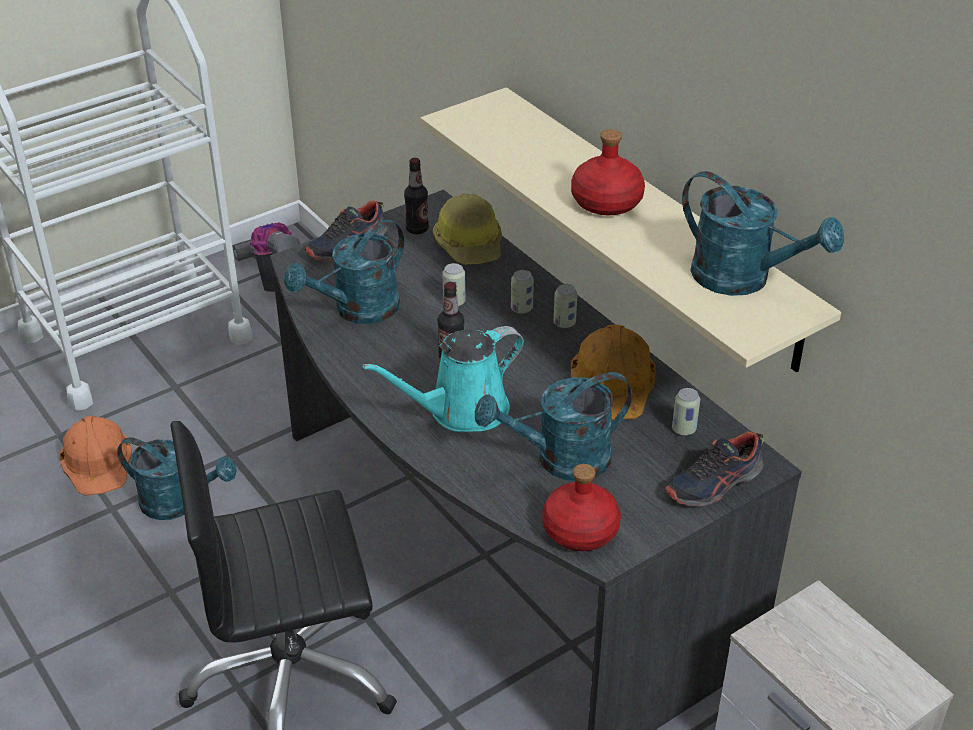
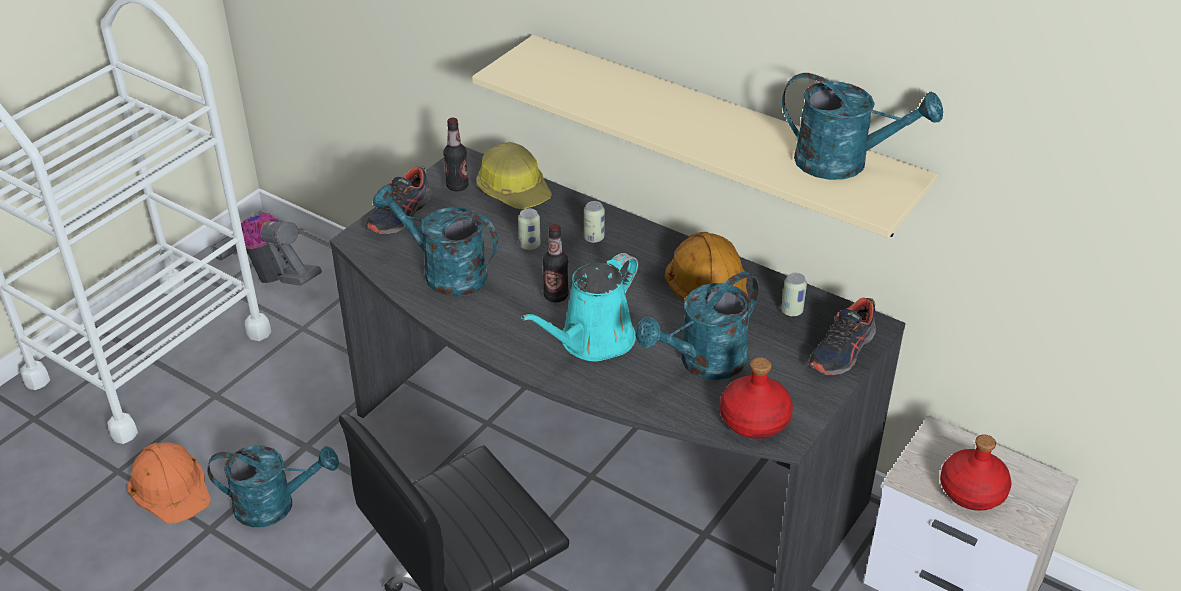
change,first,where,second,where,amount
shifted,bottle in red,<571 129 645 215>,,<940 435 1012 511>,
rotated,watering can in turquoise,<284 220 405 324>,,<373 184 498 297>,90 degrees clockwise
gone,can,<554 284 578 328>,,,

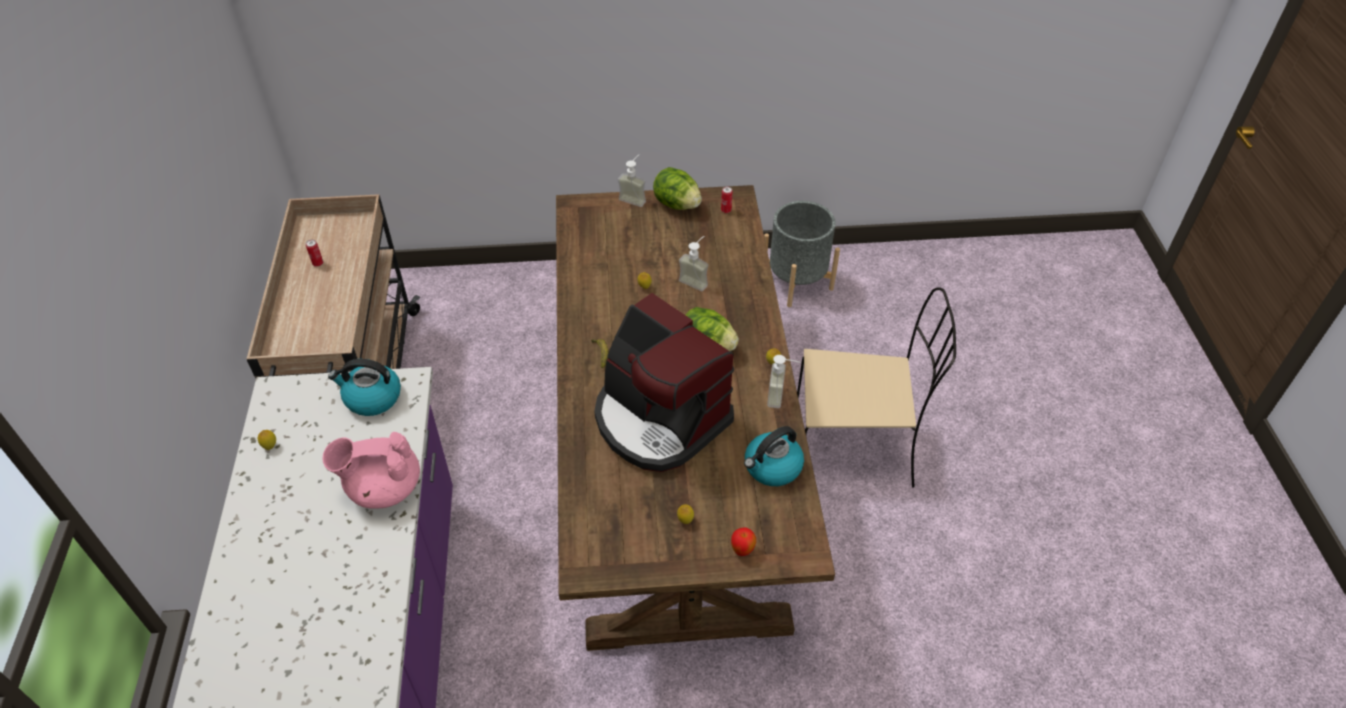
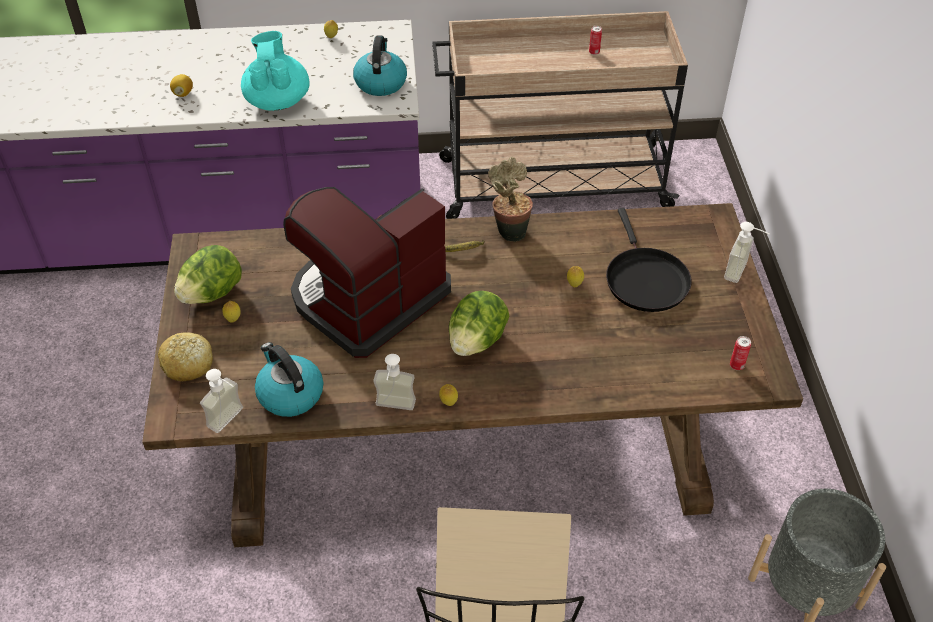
change,first,where,second,where,amount
shifted,lettuce,<653 167 702 210>,,<174 245 242 304>,
shifted,soap dispenser,<679 236 709 291>,,<200 369 243 433>,
repainted,teapot in pink,<323 432 420 509>,teapot in turquoise,<241 31 310 111>,
swapped,apple,<731 527 756 556>,bread,<158 333 213 381>,
new,,,lemon,<170 74 193 97>,
new,,,potted plant,<488 157 533 242>,
new,,,frying pan in black,<606 208 692 312>,

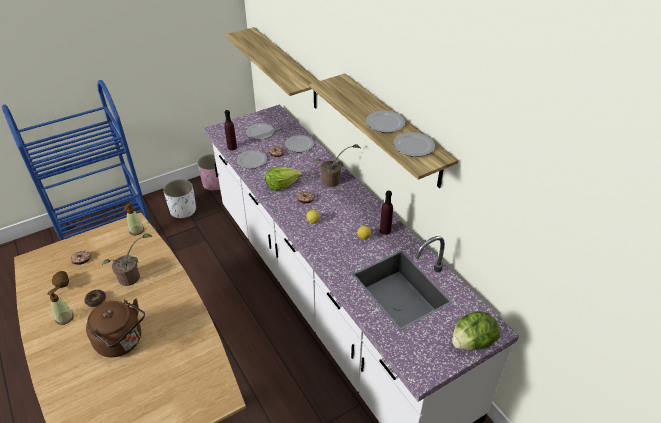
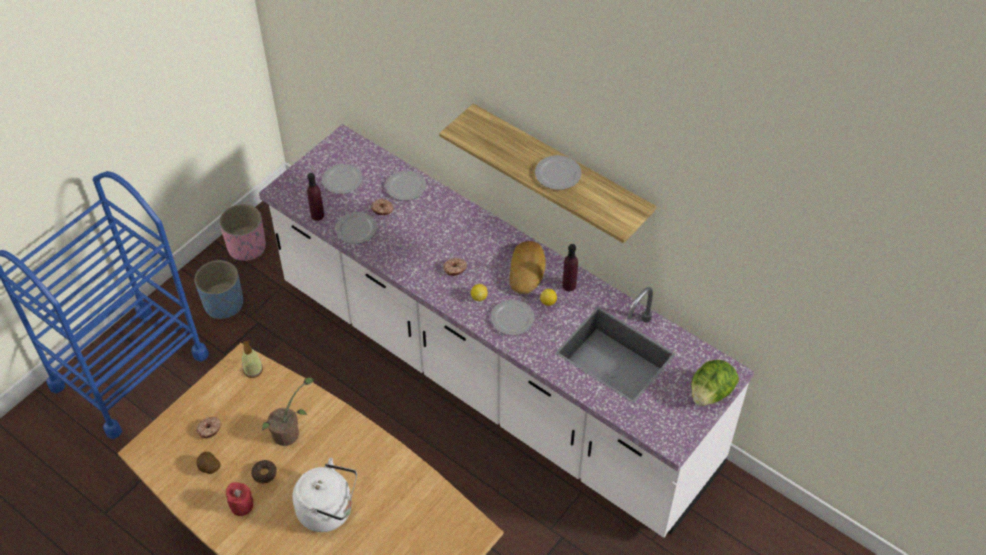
change,first,where,second,where,amount
gone,shelf,<225 27 319 109>,,,
shifted,plate,<394 132 435 157>,,<491 300 535 335>,
gone,potted plant,<314 144 360 187>,,,
gone,lettuce,<265 167 302 191>,,,
repainted,planter in white,<163 179 196 218>,planter in blue,<195 260 243 319>,
swapped,soap dispenser,<47 286 74 325>,candle in red,<226 482 253 516>,
repainted,kettle in brown,<86 299 145 357>,kettle in white,<292 458 357 532>,
new,,,bread,<509 241 546 294>,

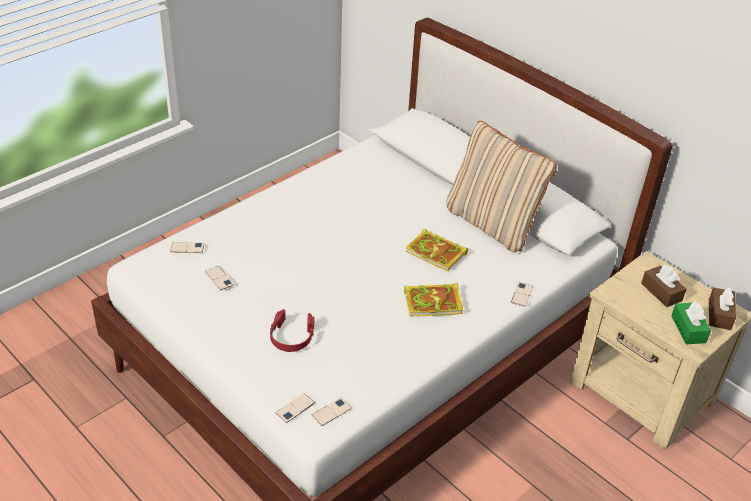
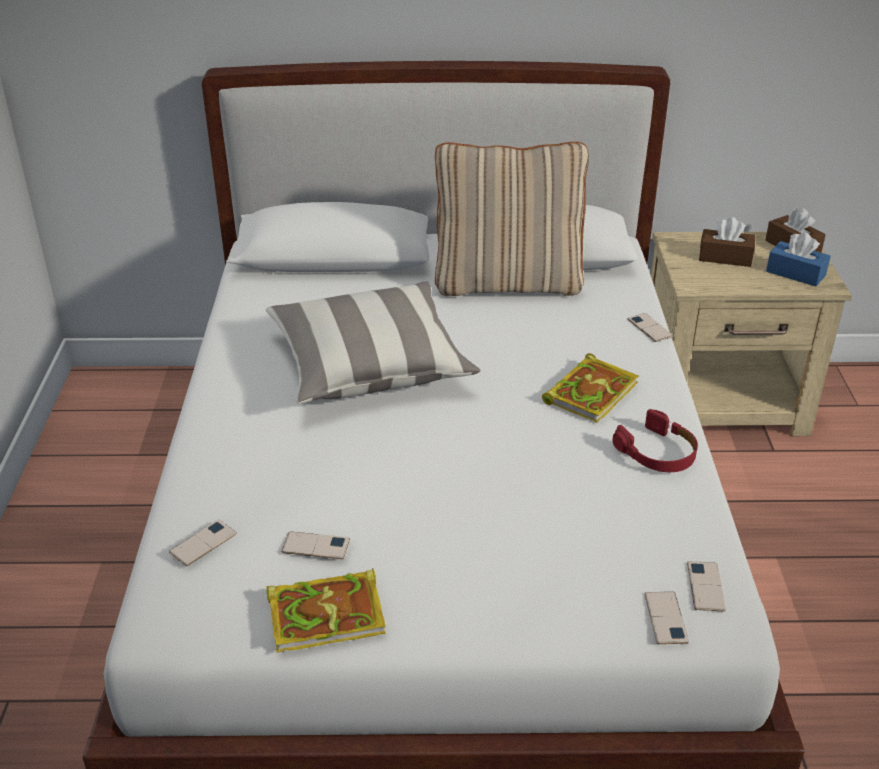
change,first,where,second,where,amount
shifted,book,<405 229 468 271>,,<267 568 386 652>,
repainted,tissue box in green,<671 301 711 344>,tissue box in blue,<766 233 831 286>,
shifted,headphones in red,<270 309 314 352>,,<613 409 698 472>,
new,,,pillow,<266 281 480 404>,

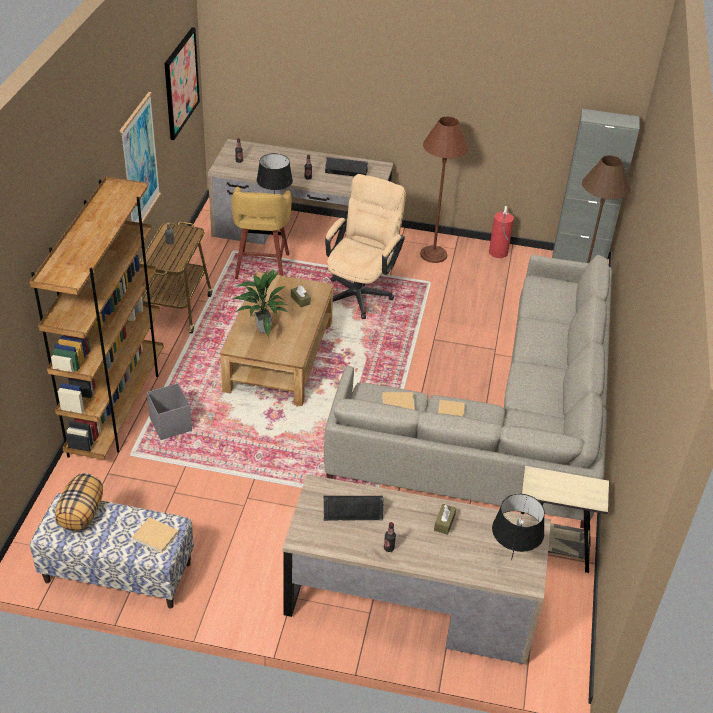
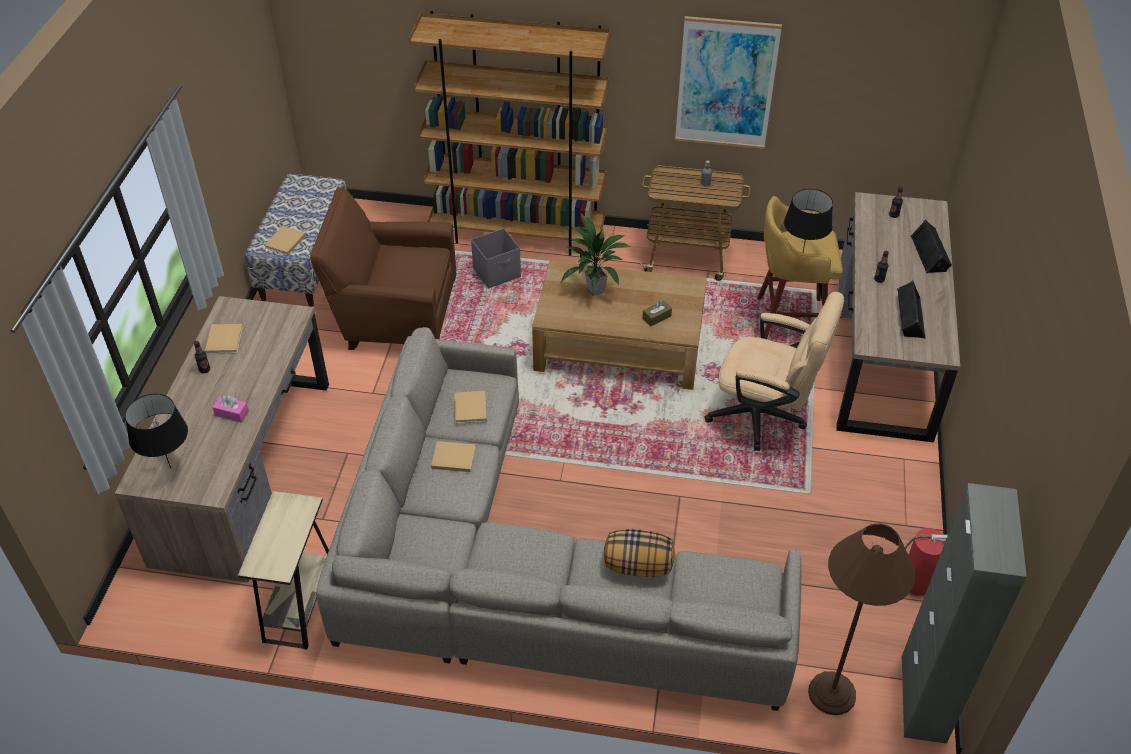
change,first,where,second,where,amount
gone,picture,<164 27 200 140>,,,
gone,floor lamp in brown,<420 117 469 263>,,,
shifted,pillow,<55 473 103 531>,,<604 529 675 577>,
shifted,speaker in black,<324 495 384 521>,,<911 219 952 273>,
repainted,tissue box in brown,<434 504 456 535>,tissue box in pink,<212 395 249 422>,
new,,,armchair in brown,<310 187 457 350>,
new,,,book in beige,<205 324 243 354>,

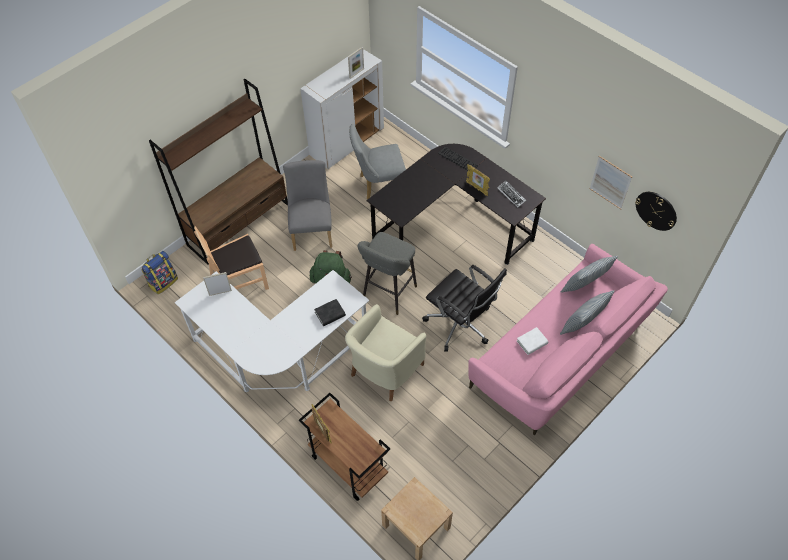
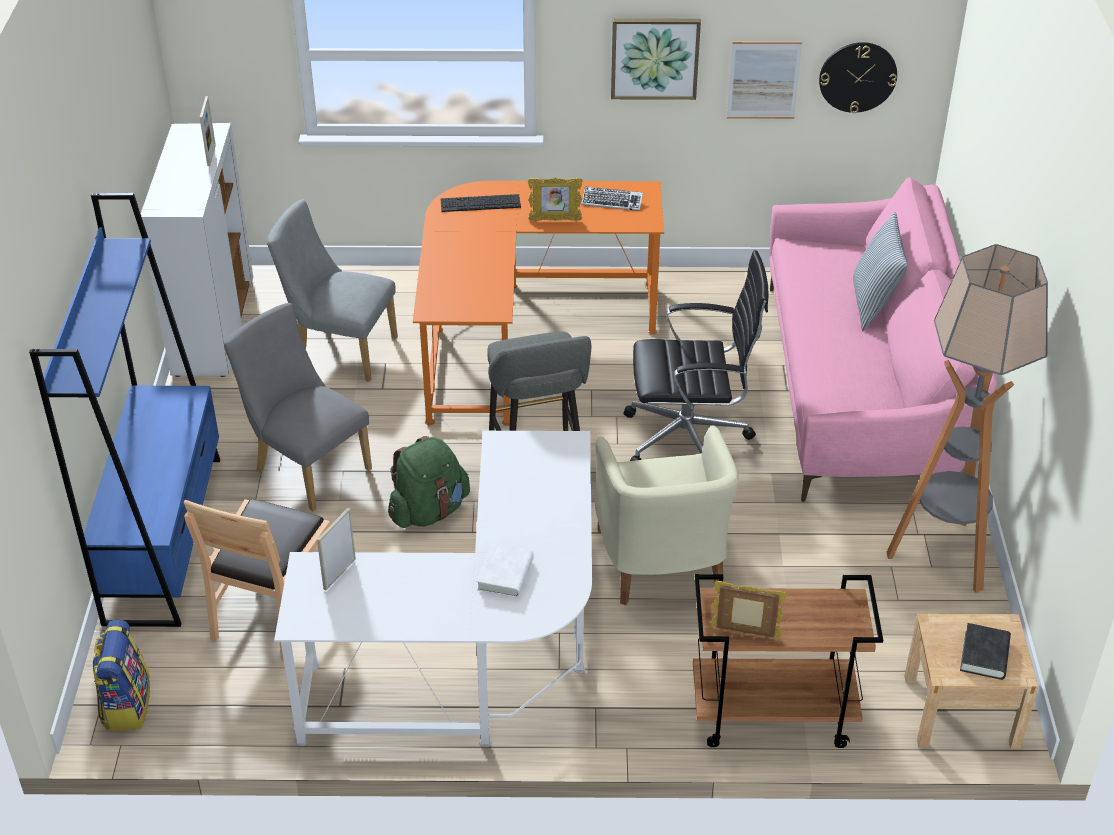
change,first,where,second,where,amount
repainted,bookcase in brown,<149 79 288 265>,bookcase in blue,<29 193 220 627>,
rotated,chair in grey,<349 124 406 200>,,<267 199 398 382>,75 degrees clockwise
repainted,desk in black,<366 144 546 265>,desk in orange,<413 181 664 426>,
gone,pillow,<561 256 618 293>,,,
shifted,book in black,<314 299 346 326>,,<960 623 1011 680>,
shifted,book in white,<517 327 548 355>,,<477 543 534 598>,
new,,,picture,<611 18 701 100>,
new,,,floor lamp,<887 244 1048 593>,

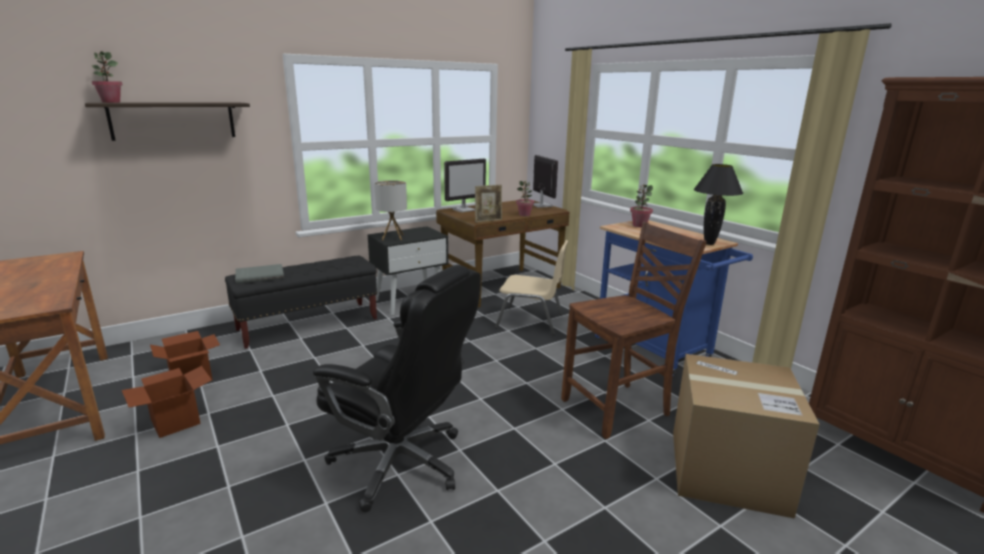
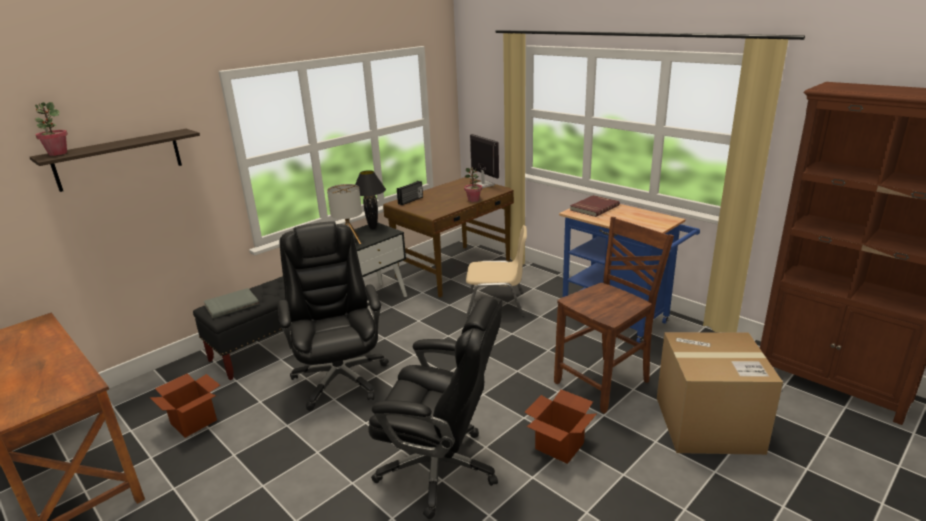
change,first,where,second,where,amount
swapped,monitor,<444 159 486 212>,radio,<397 181 423 205>,
shifted,table lamp in black,<694 164 743 245>,,<355 170 386 229>,
swapped,potted plant,<630 184 653 227>,book in red,<570 195 620 217>,
gone,picture frame,<475 185 502 223>,,,
shifted,cardboard box,<122 366 212 438>,,<524 389 596 464>,
new,,,office chair in black,<278 221 389 411>,

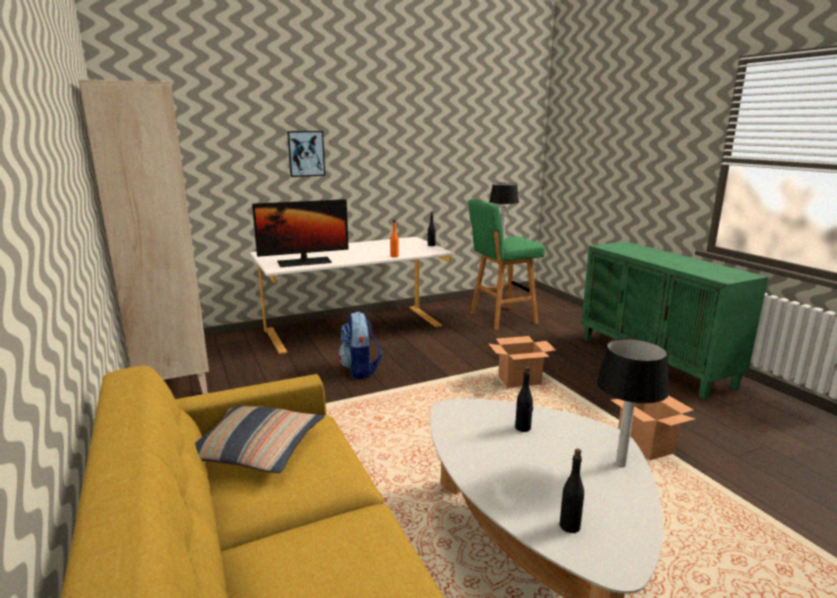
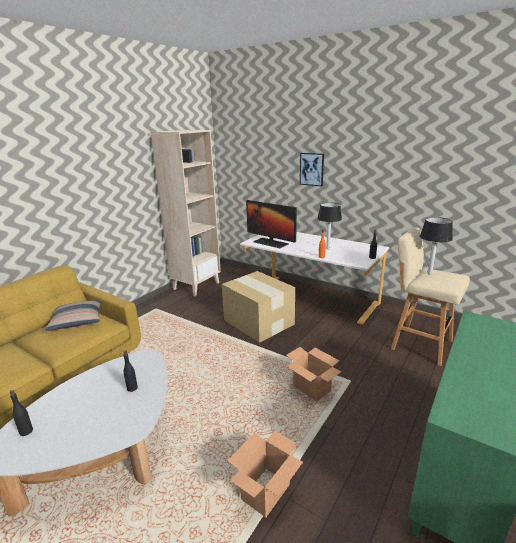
change,first,where,second,where,amount
repainted,stool in green,<468 199 545 330>,stool in beige,<391 227 470 366>,
swapped,backpack,<338 312 382 379>,cardboard box,<222 271 295 343>,
shifted,table lamp,<596 338 669 467>,,<317 202 342 250>,

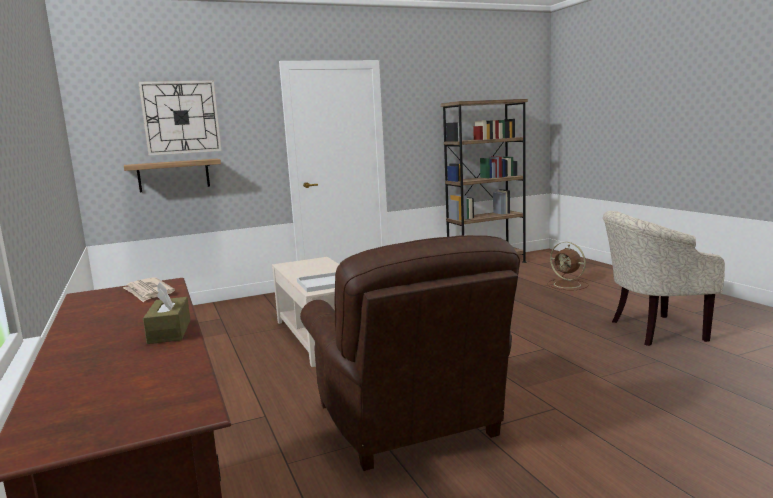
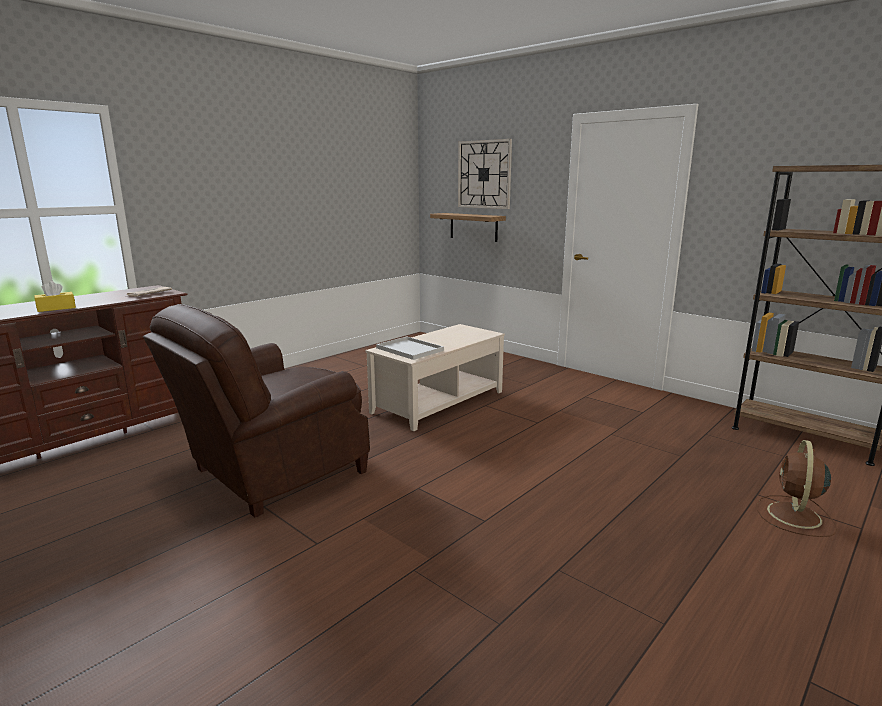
change,first,where,second,where,amount
gone,armchair in beige,<603 211 725 346>,,,
repainted,tissue box in brown,<143 282 190 344>,tissue box in yellow,<34 281 76 312>,

